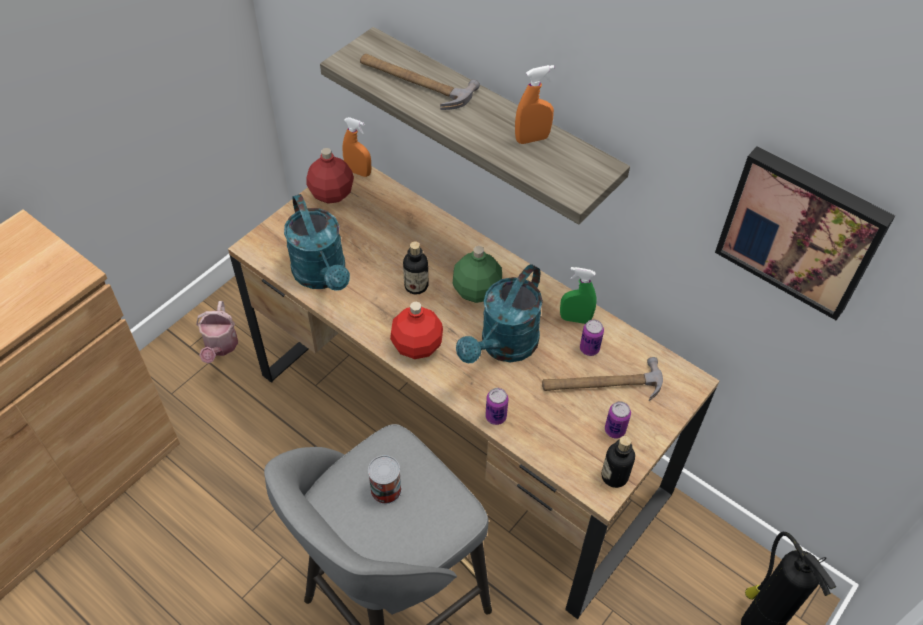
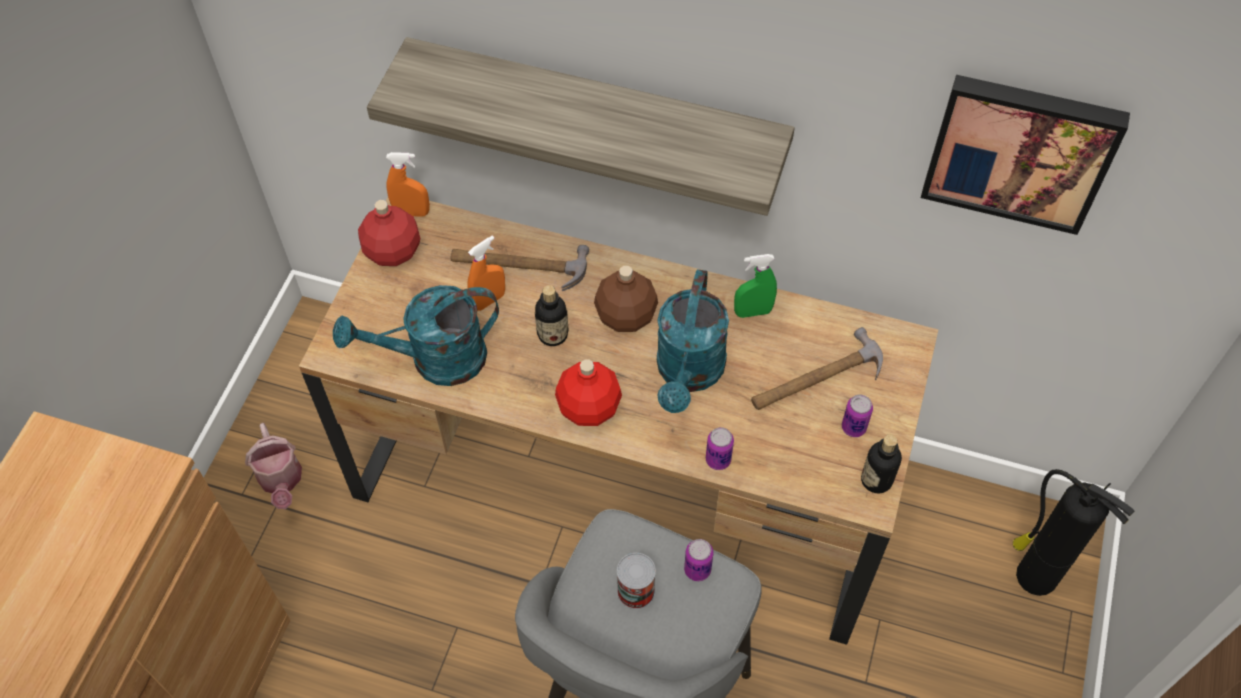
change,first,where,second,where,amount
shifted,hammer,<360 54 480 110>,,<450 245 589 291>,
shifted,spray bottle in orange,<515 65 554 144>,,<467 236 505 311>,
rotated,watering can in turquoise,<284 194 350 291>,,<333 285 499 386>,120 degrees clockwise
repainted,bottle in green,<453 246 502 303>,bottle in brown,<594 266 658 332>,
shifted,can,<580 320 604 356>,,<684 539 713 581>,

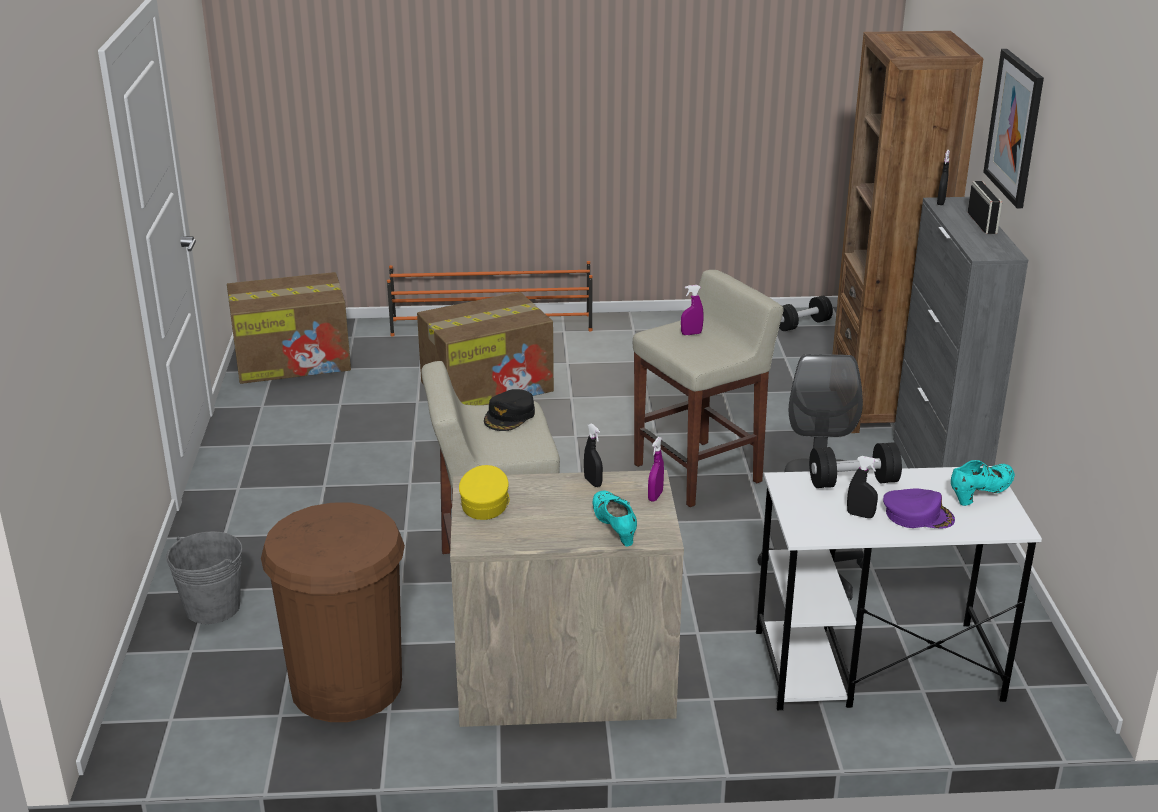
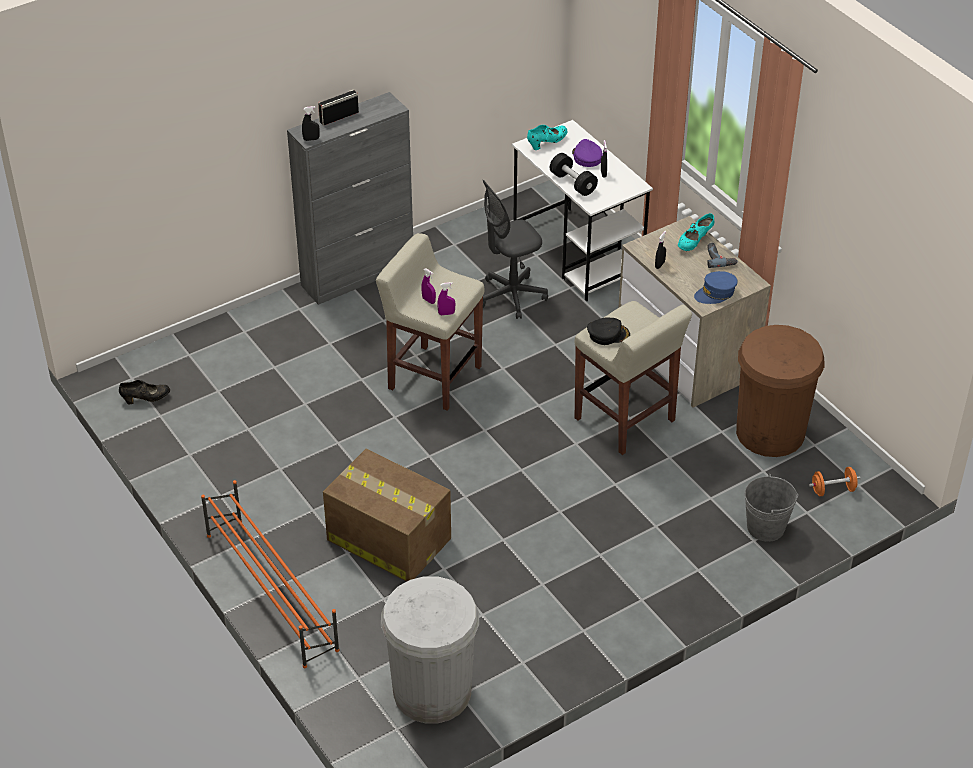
change,first,where,second,where,amount
gone,bookcase in brown,<832 31 983 433>,,,
gone,picture,<983 49 1044 208>,,,
swapped,cardboard box,<227 272 351 384>,trash can in white,<381 576 479 724>,
swapped,dumbbell in black,<779 296 833 331>,shoe in black,<119 380 170 404>,
shifted,spray bottle in purple,<648 437 664 502>,,<437 282 455 315>,
rotated,shoe in turquoise,<951 460 1015 506>,,<527 125 568 150>,120 degrees clockwise
repainted,cap in yellow,<459 465 510 520>,cap in blue,<694 271 738 304>,
new,,,power drill,<707 243 738 268>,
new,,,dumbbell in orange,<809 467 861 496>,

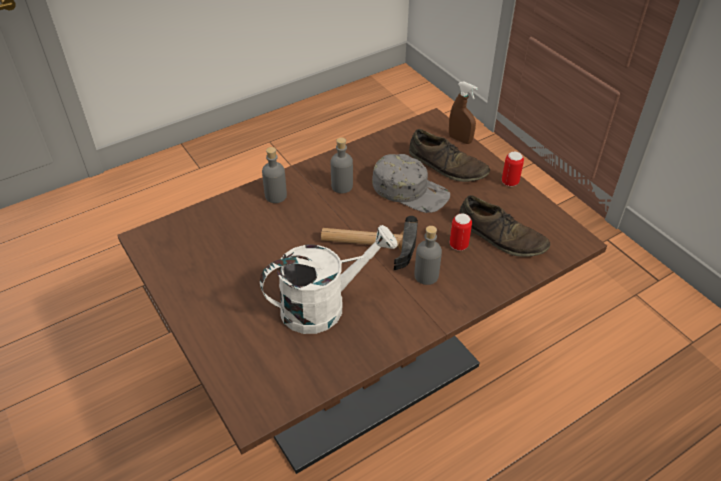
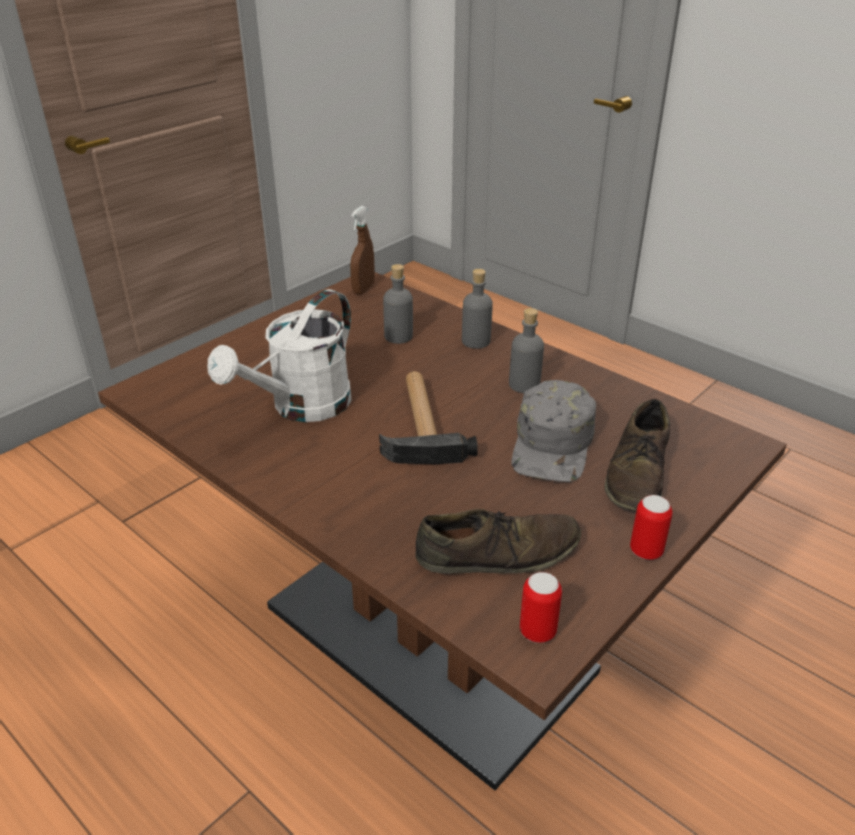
change,first,where,second,where,amount
shifted,spray bottle in brown,<449 81 478 144>,,<350 206 375 294>,
rotated,shoe in brown,<459 195 550 257>,,<415 508 581 574>,120 degrees counterclockwise
shifted,can,<450 213 472 251>,,<520 572 562 643>,
rotated,watering can in white,<260 225 398 334>,,<208 289 351 422>,75 degrees clockwise
shifted,bottle in grey,<414 226 442 285>,,<383 264 413 344>,

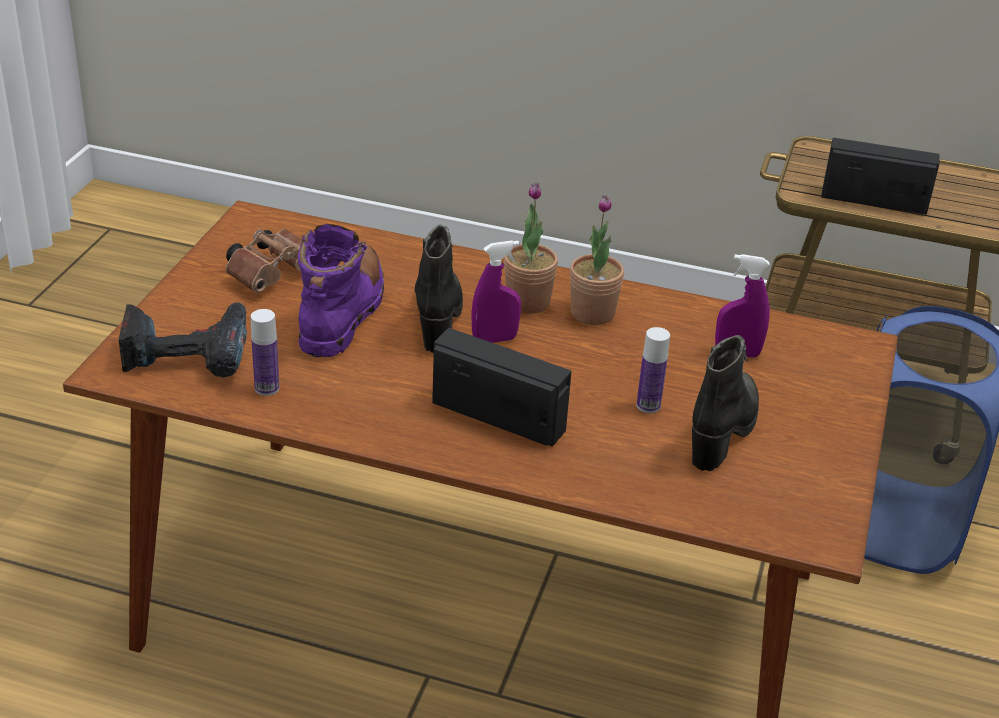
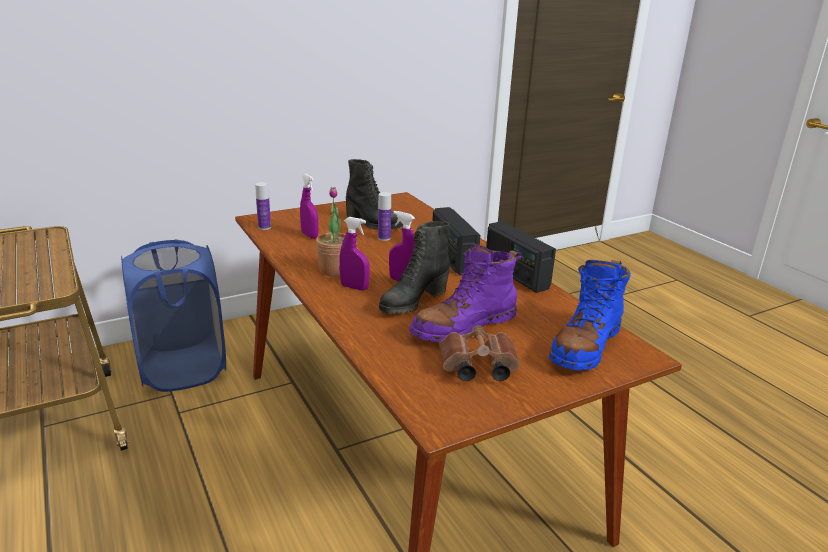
change,first,where,second,where,amount
shifted,radio,<821 138 940 214>,,<486 221 556 293>,
swapped,potted plant,<504 183 558 314>,spray bottle in purple,<339 217 370 290>,
swapped,power drill,<119 302 247 378>,boot in blue,<549 260 631 371>,
shifted,bottle,<251 309 279 396>,,<255 182 271 230>,
rotated,boot in black,<692 335 759 471>,,<346 159 403 229>,120 degrees counterclockwise

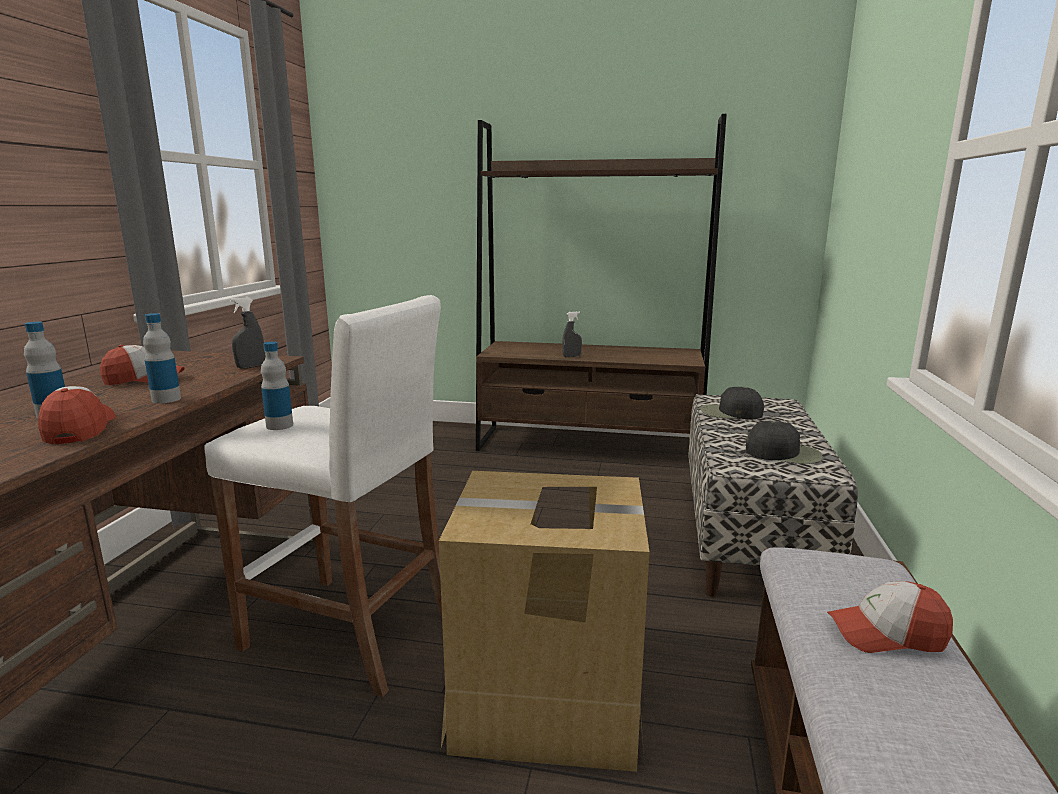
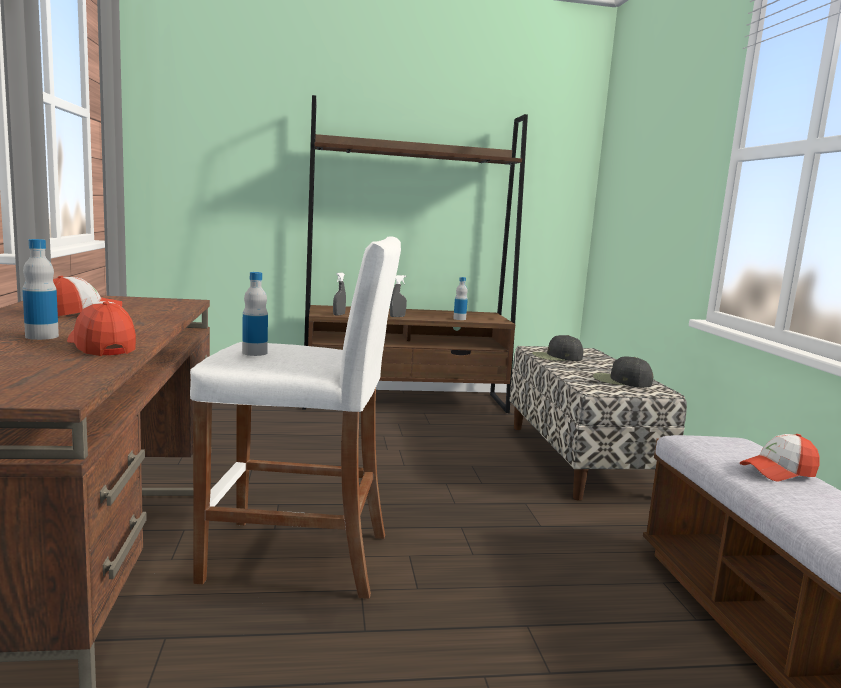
change,first,where,second,where,amount
shifted,spray bottle in grey,<230 297 265 369>,,<333 273 346 316>,
shifted,bottle,<143 313 181 403>,,<453 277 468 320>,
rotated,cap in black,<746 421 823 464>,,<593 357 653 388>,150 degrees counterclockwise
gone,cardboard box,<439 471 649 772>,,,

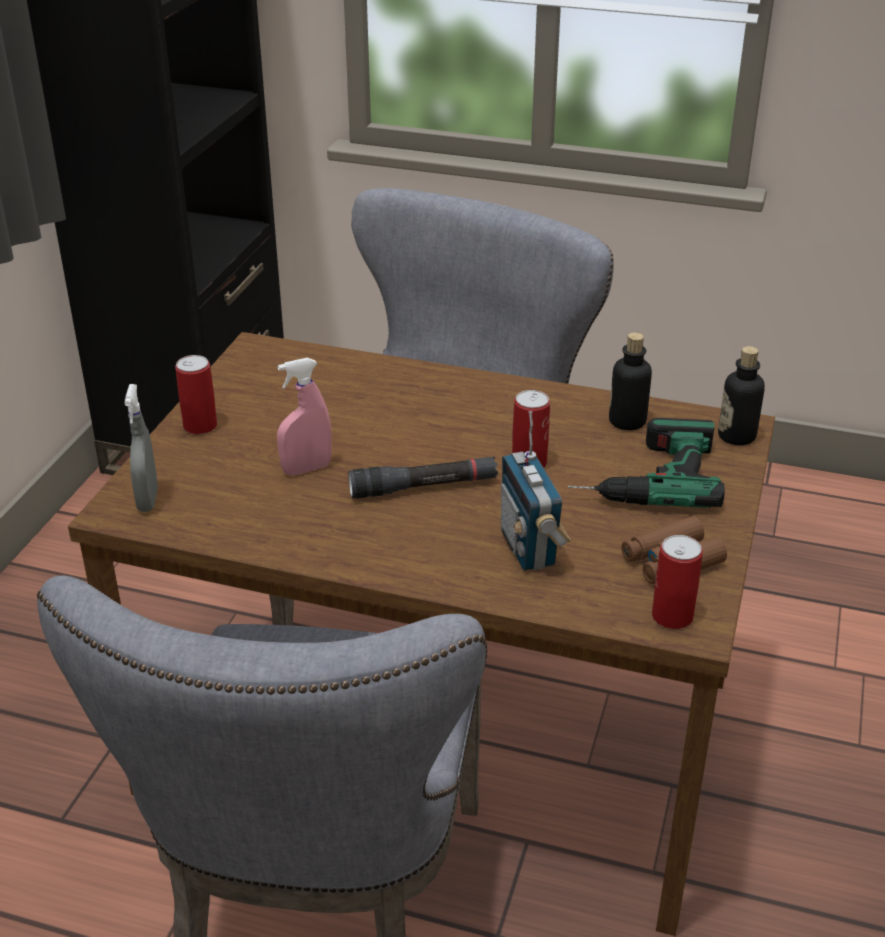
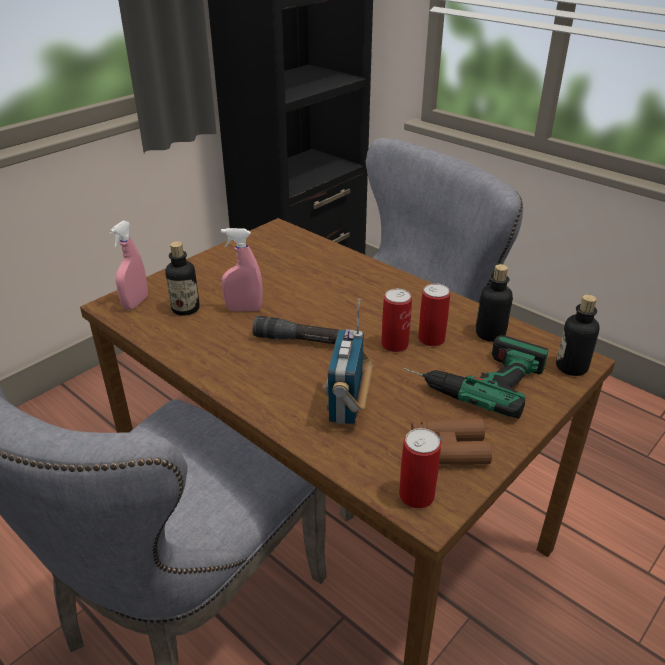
change,first,where,second,where,amount
shifted,can,<175 355 217 435>,,<418 283 450 346>,
repainted,spray bottle in grey,<125 384 158 512>,spray bottle in pink,<109 221 148 310>,
new,,,bottle,<165 241 200 316>,

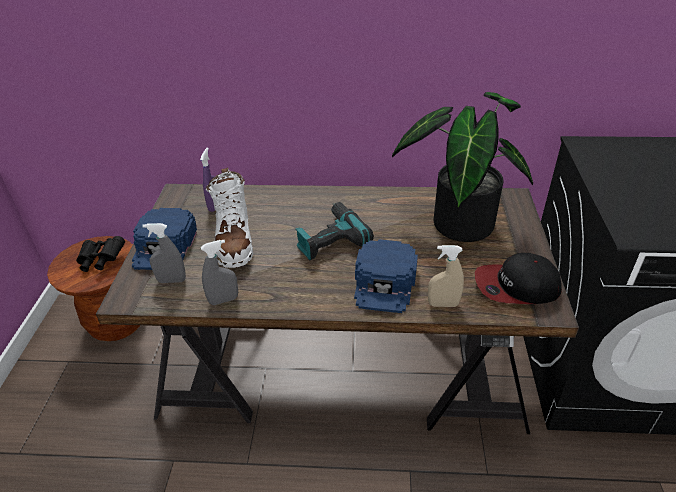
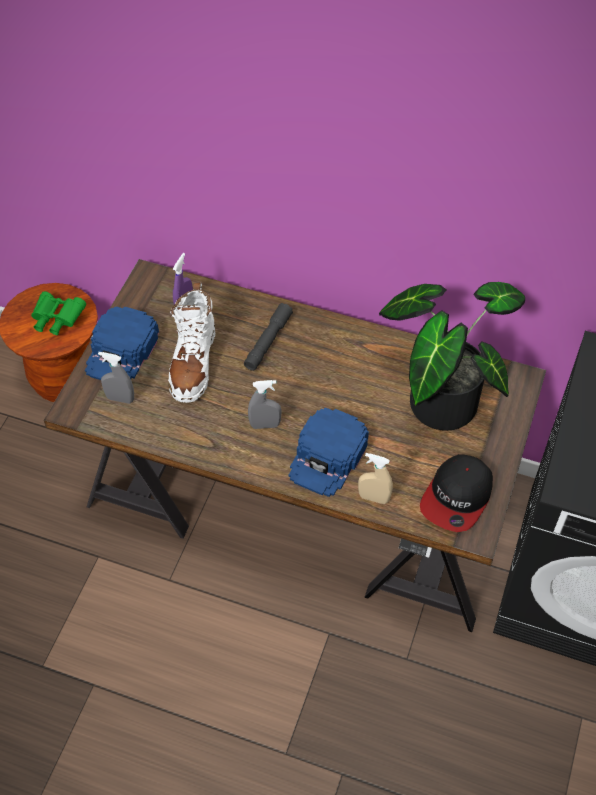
change,first,where,second,where,amount
gone,power drill,<296 202 374 260>,,,
repainted,binoculars in black,<76 236 125 272>,binoculars in green,<31 291 86 335>,
shifted,spray bottle in grey,<201 240 238 305>,,<248 380 282 429>,
rotated,cap,<475 253 562 304>,,<420 454 493 532>,75 degrees counterclockwise
new,,,flashlight in grey,<244 303 293 371>,

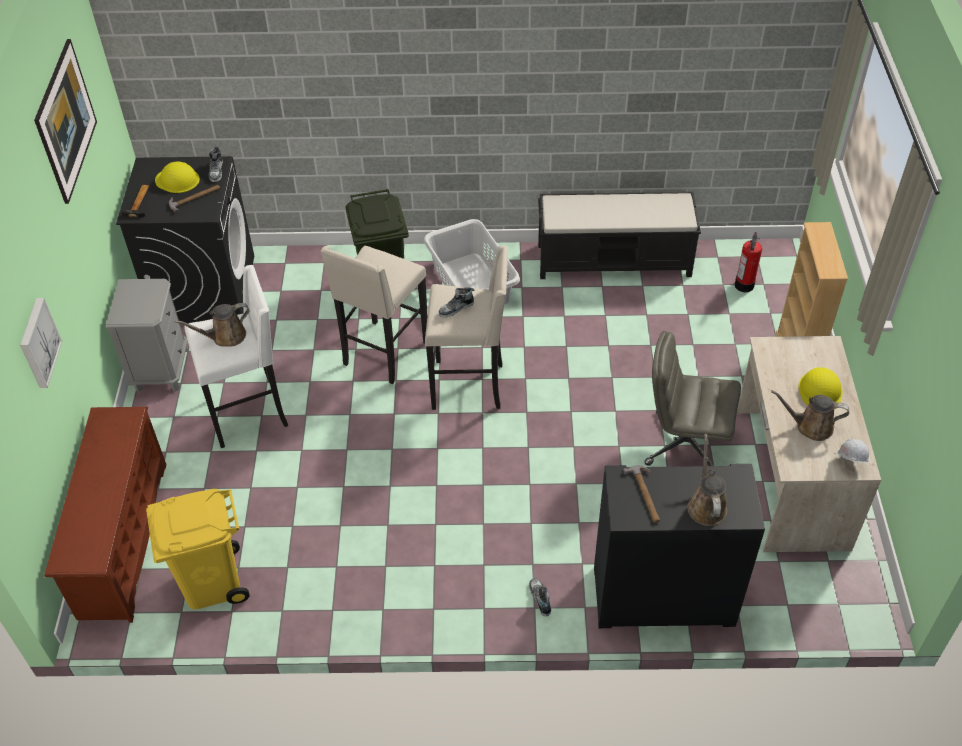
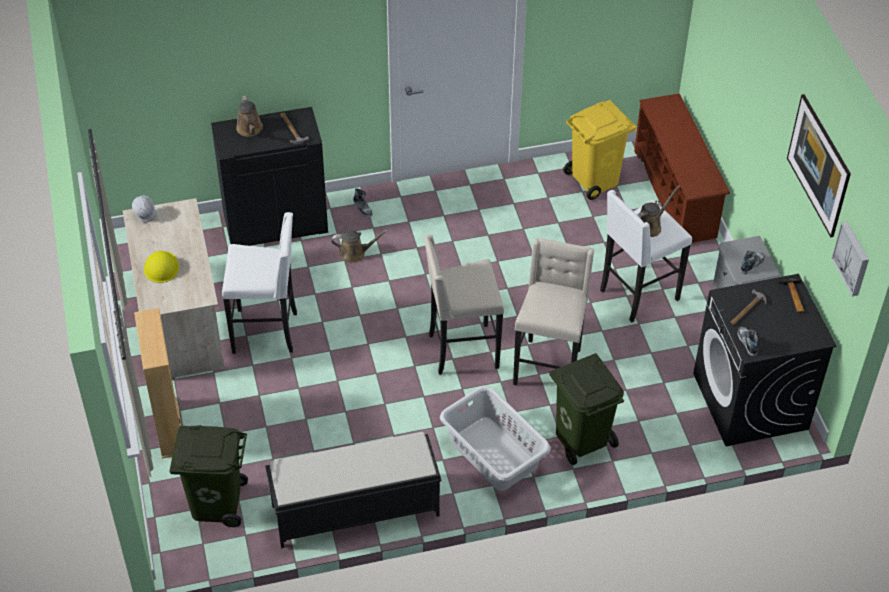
change,first,where,second,where,amount
gone,hard hat in yellow,<155 161 200 193>,,,
swapped,fire extinguisher,<735 232 762 292>,trash can in green,<169 425 248 527>,
shifted,shoe,<438 287 474 318>,,<740 251 765 274>,
shifted,picture,<20 298 62 388>,,<831 222 869 296>,
swapped,office chair in grey,<645 331 741 466>,stool in white,<222 212 297 354>,
shifted,watering can in brown,<771 390 849 441>,,<332 230 388 263>,

